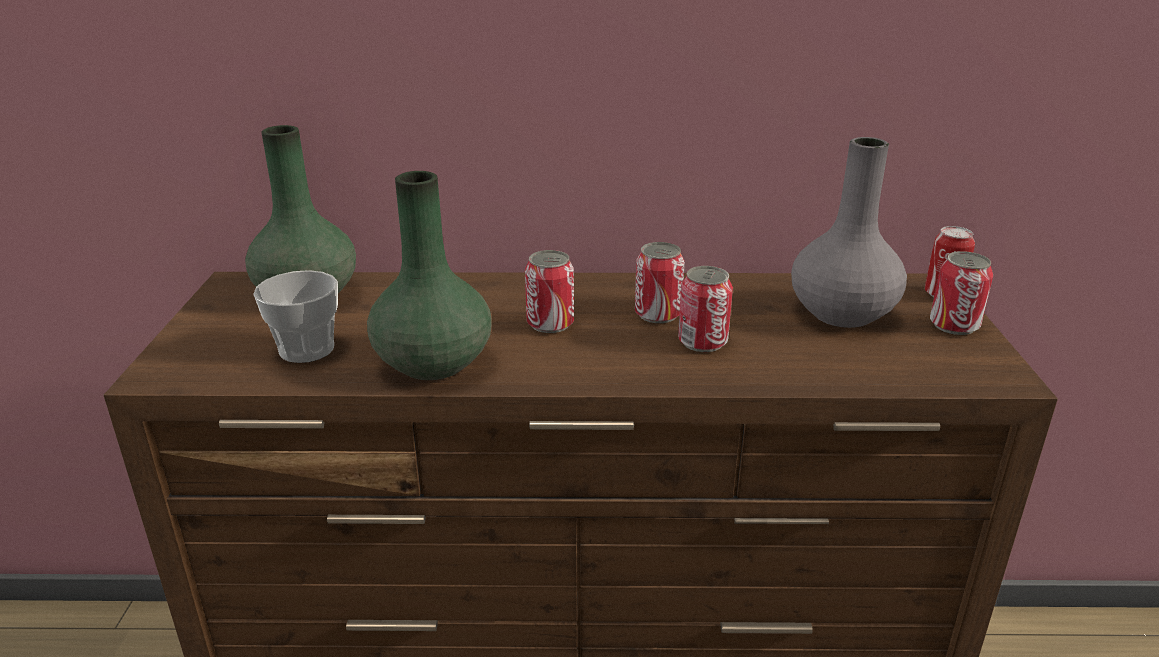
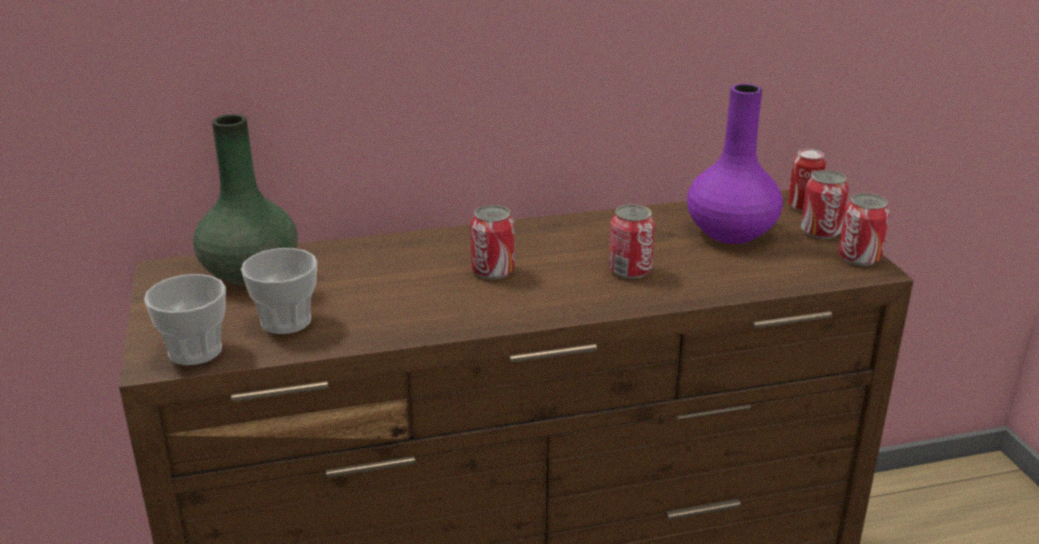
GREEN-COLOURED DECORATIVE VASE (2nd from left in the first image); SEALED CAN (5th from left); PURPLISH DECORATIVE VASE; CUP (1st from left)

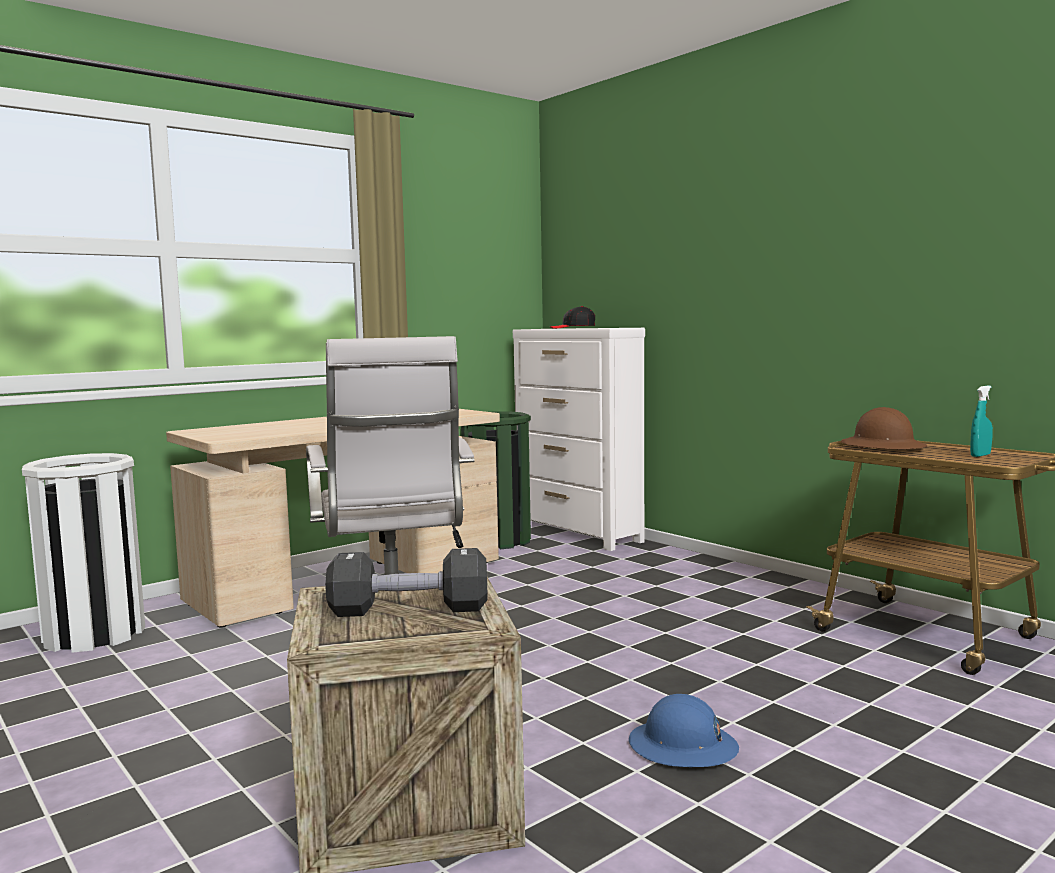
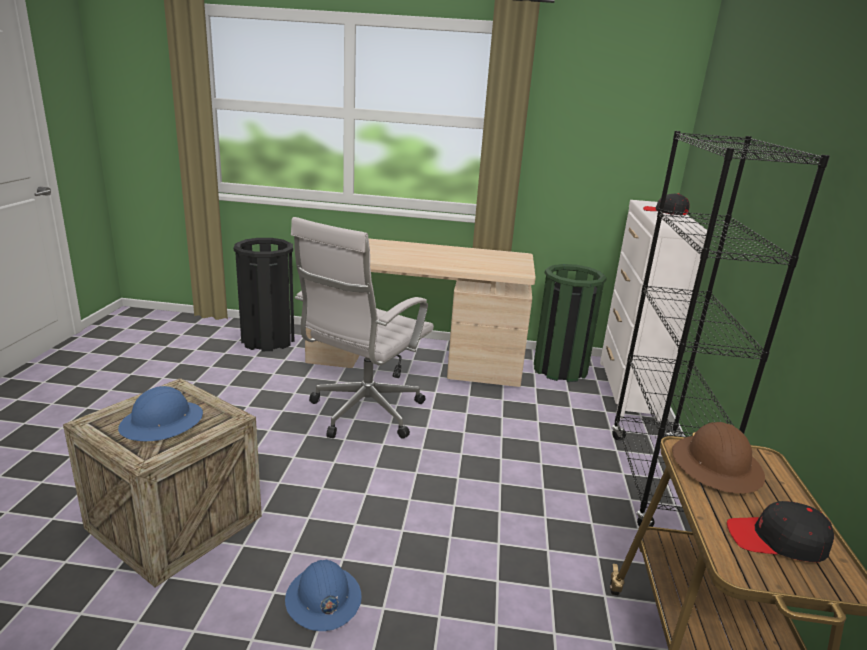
BLACKISH RUBBISH BIN; BLUE HARD HAT (1st from left); BLACKISH BASEBALL CAP (2nd from left); BLACKISH SHELVING UNIT

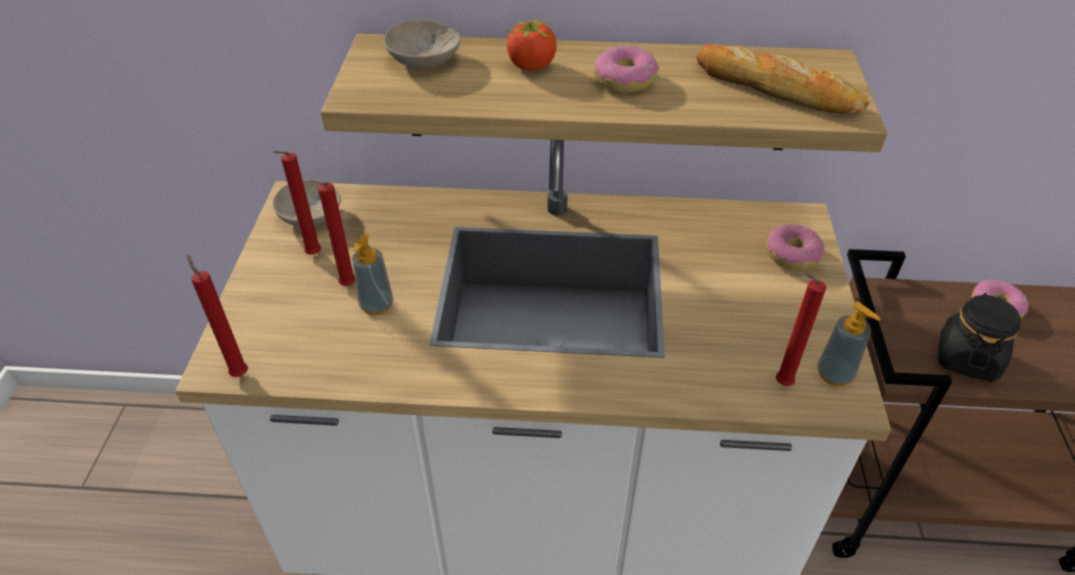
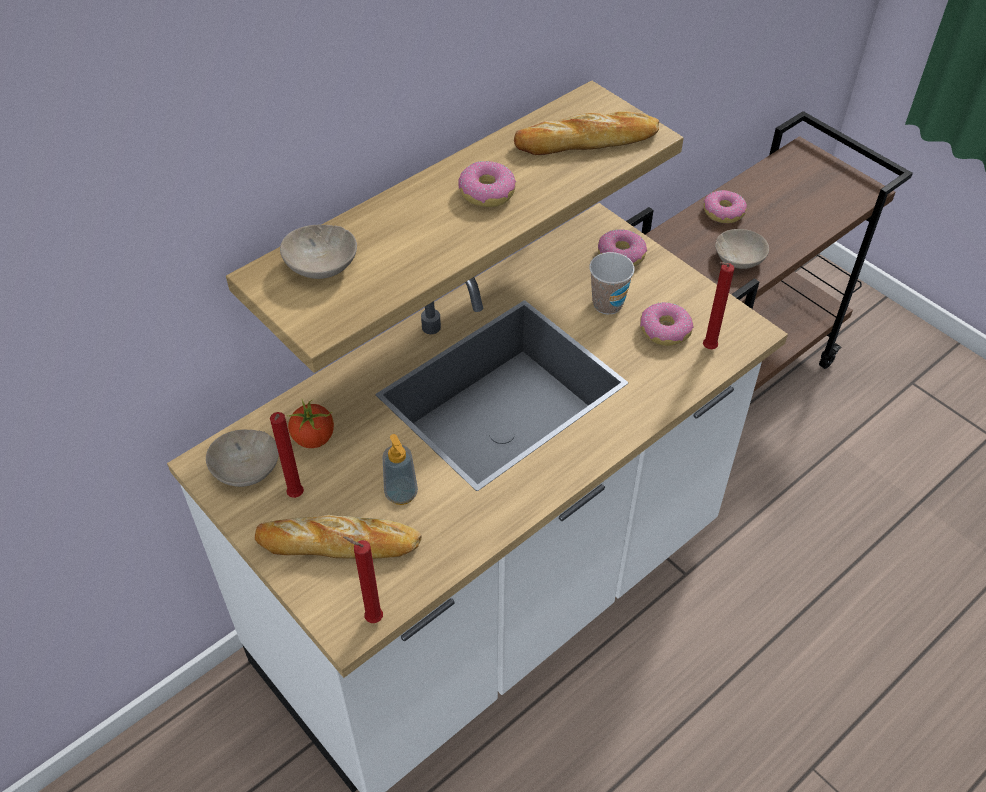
RED-COLOURED CANDLE (3rd from left in the first image); TOMATO; SOAP BOTTLE (2nd from left in the first image); SAND-COLOURED SERVING BOWL (3rd from left); BAKERY BREAD (1st from left); CUP; RING DOUGHNUT (3rd from left)

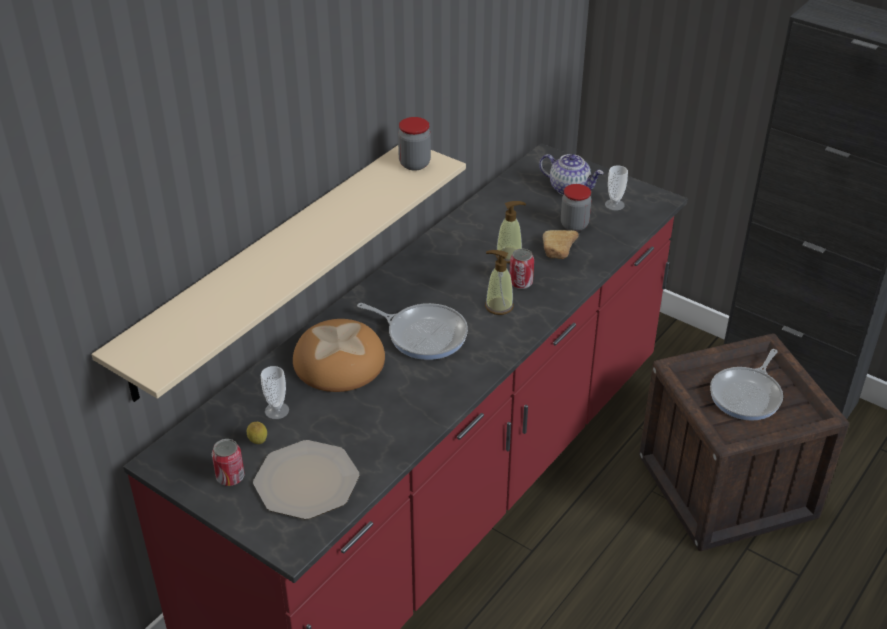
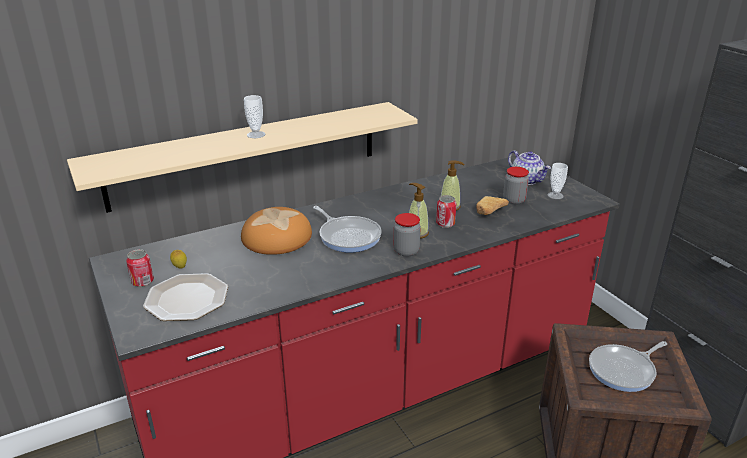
CUP (1st from left); STORAGE JAR (1st from left)

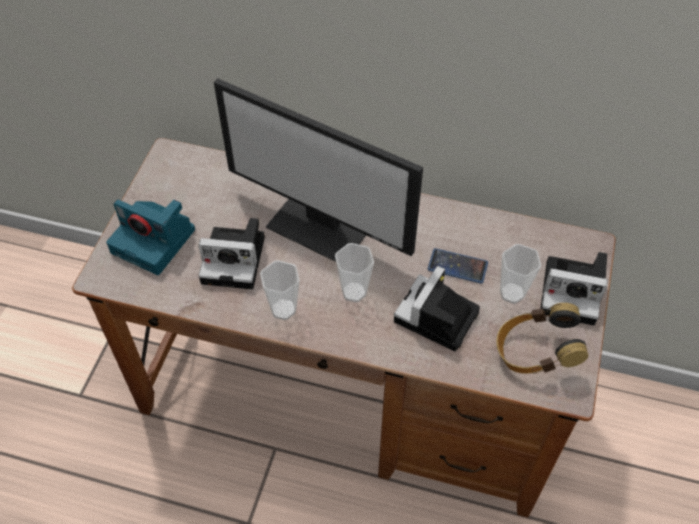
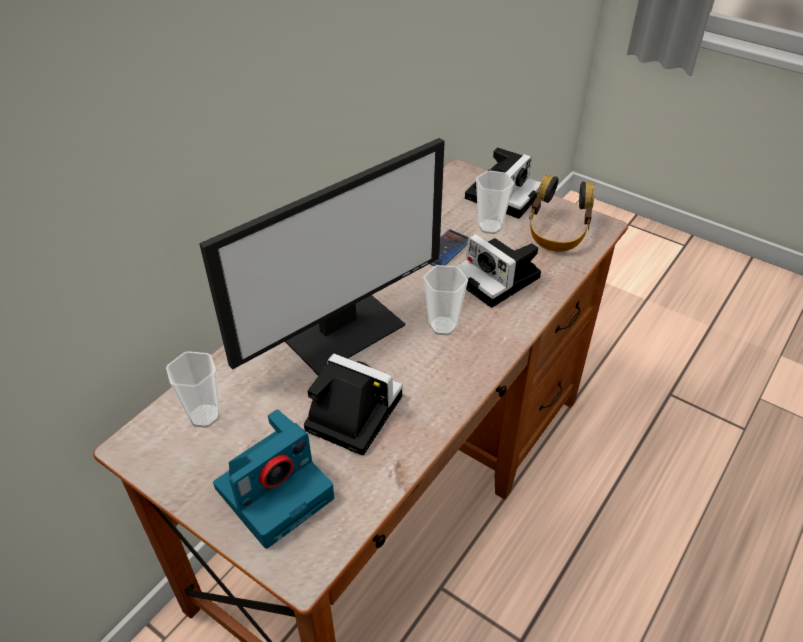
STILL CAMERA (2nd from left); CUP (1st from left)

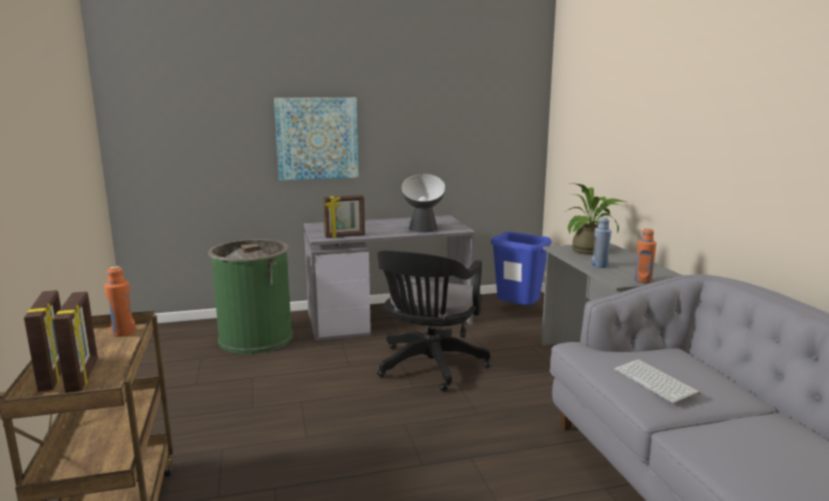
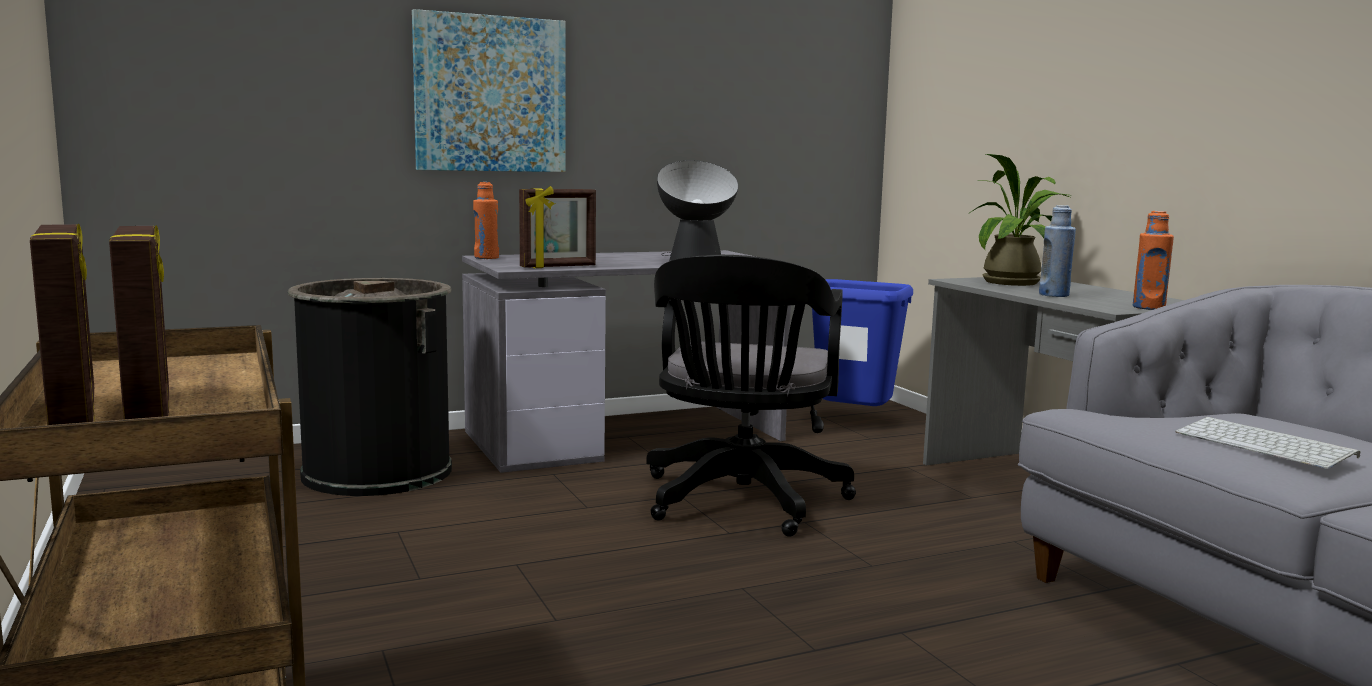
ORANGE-COLOURED BEVERAGE BOTTLE (1st from left); BLACKISH RUBBISH BIN

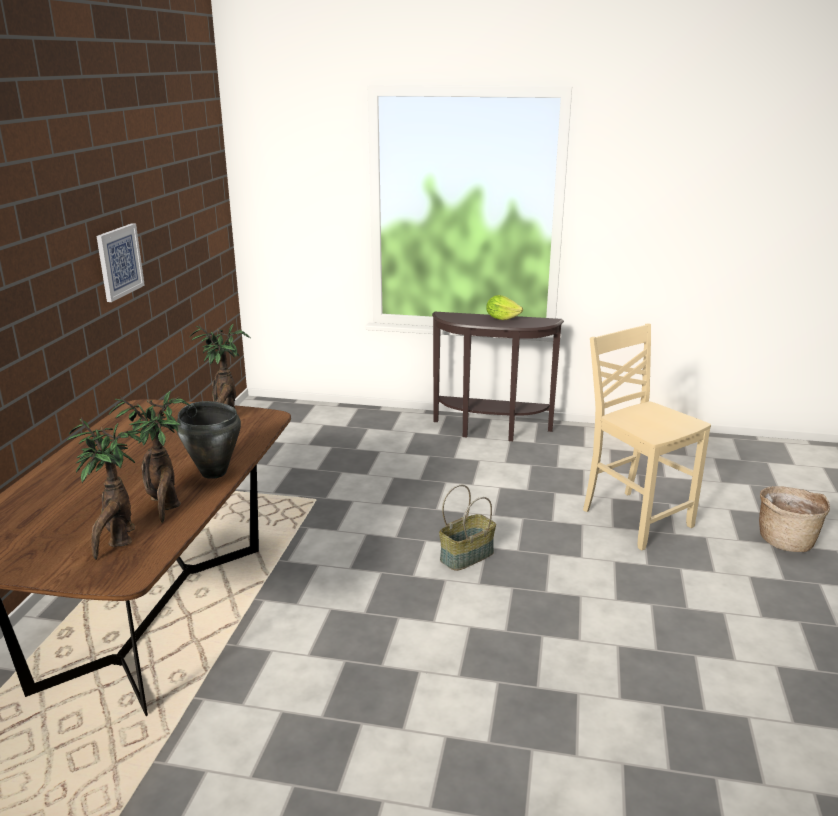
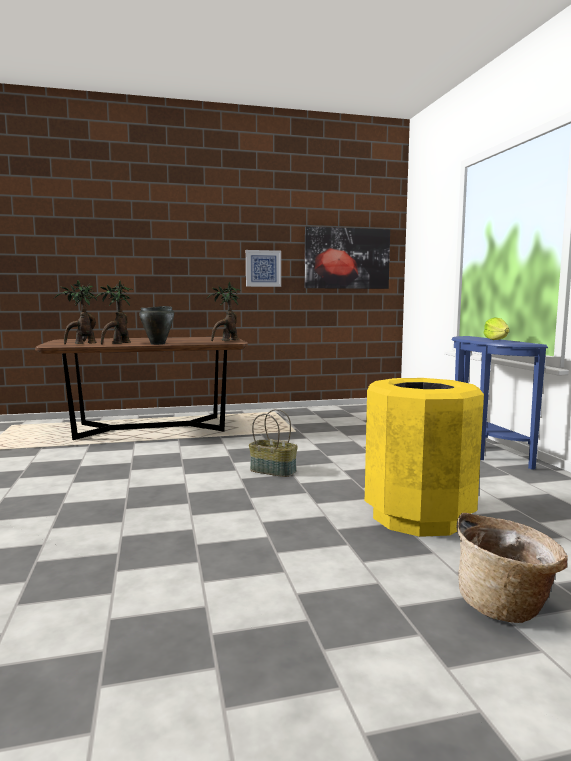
BLUE HALL TABLE; YELLOW-COLOURED RUBBISH BIN; WALL ART (2nd from left)

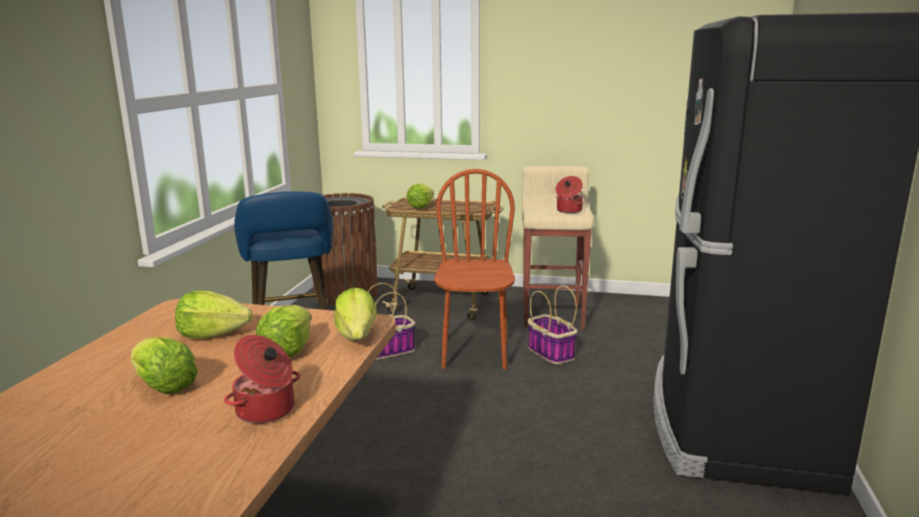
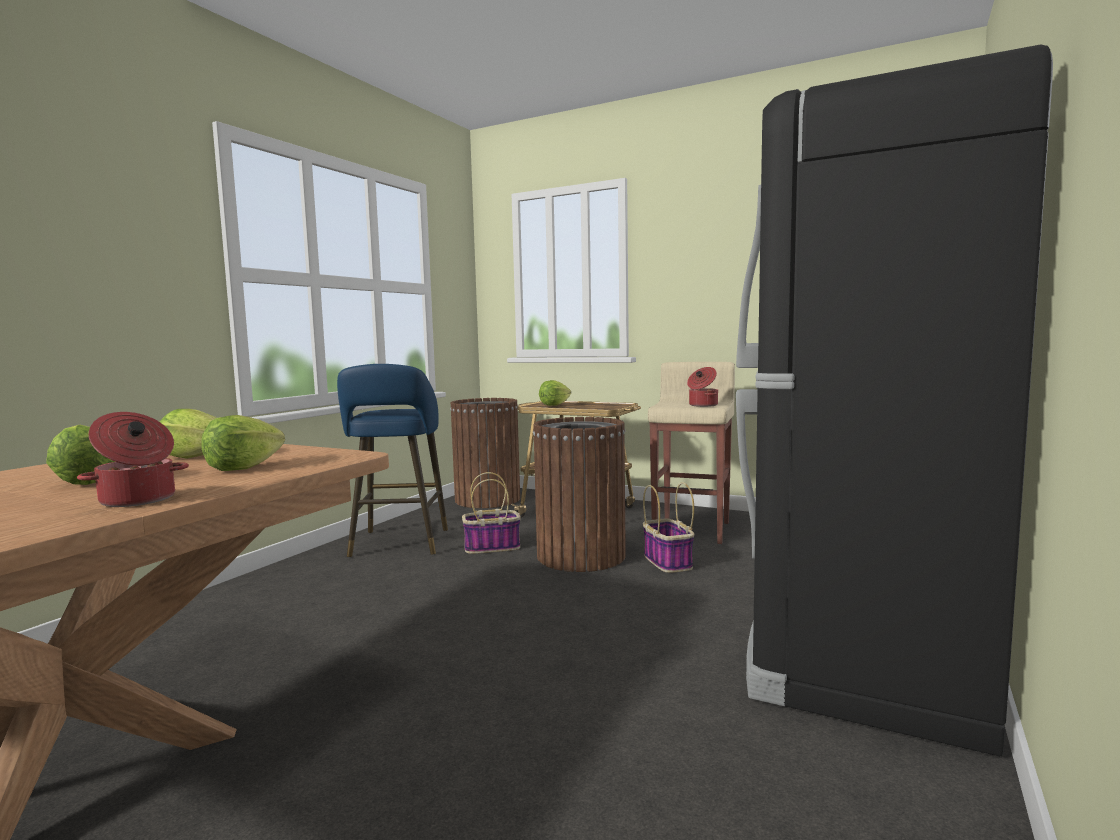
LETTUCE HEAD (4th from left in the first image); BROWNISH RUBBISH BIN (2nd from left)

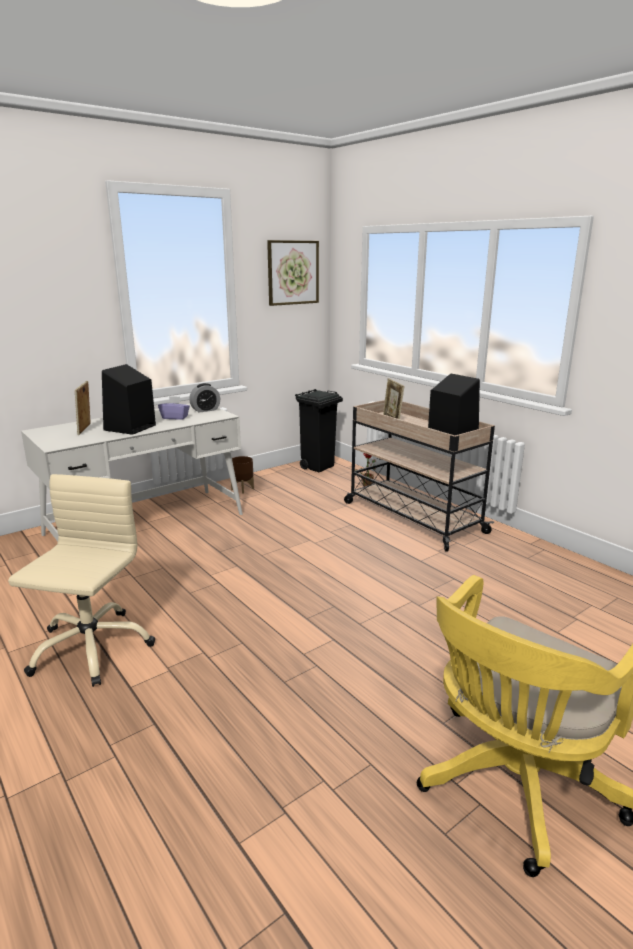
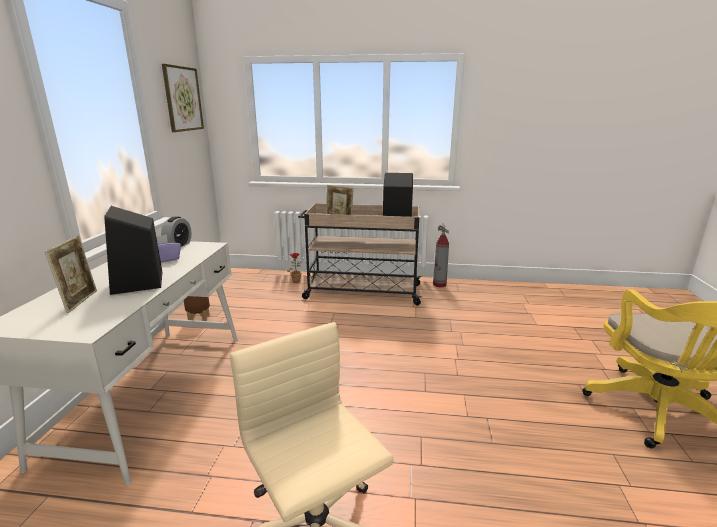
STANDING FRAME (1st from left); BLACKISH RUBBISH BIN; FIRE EXTINGUISHER

